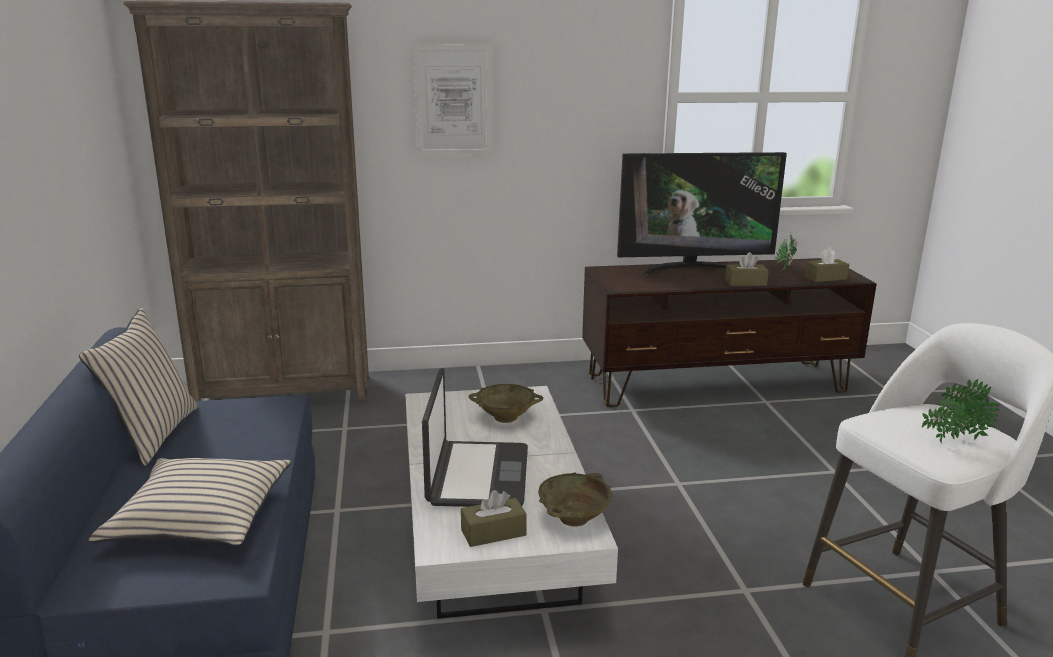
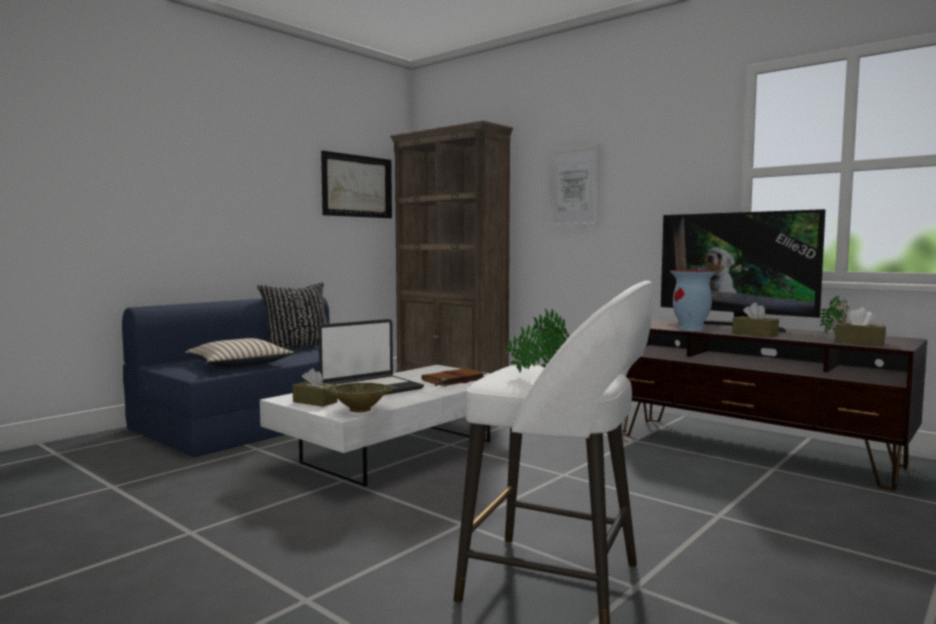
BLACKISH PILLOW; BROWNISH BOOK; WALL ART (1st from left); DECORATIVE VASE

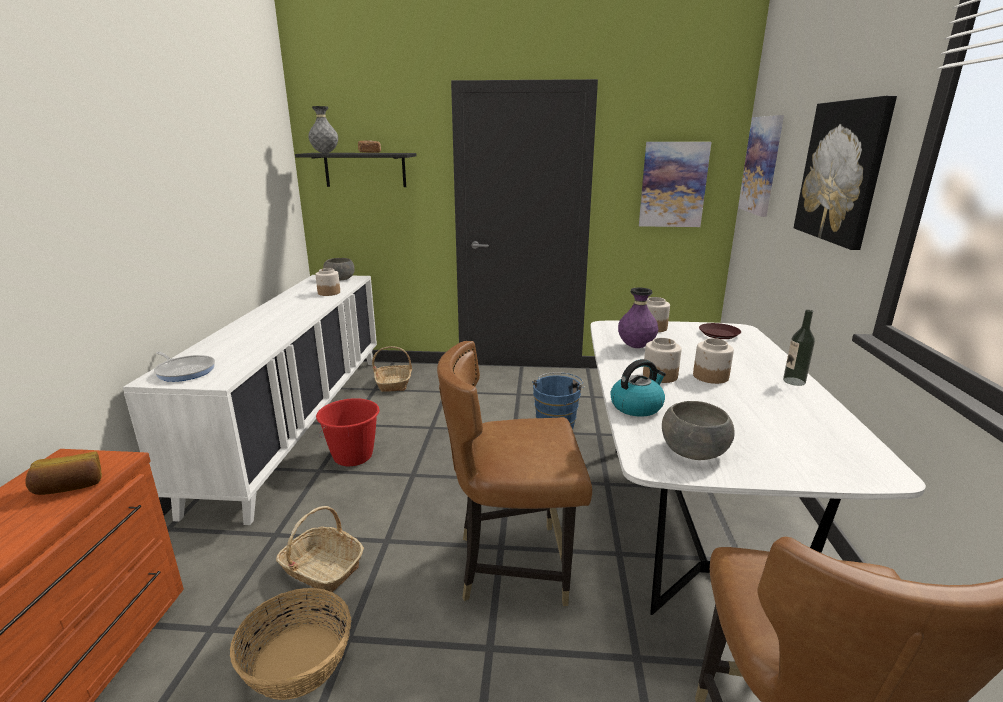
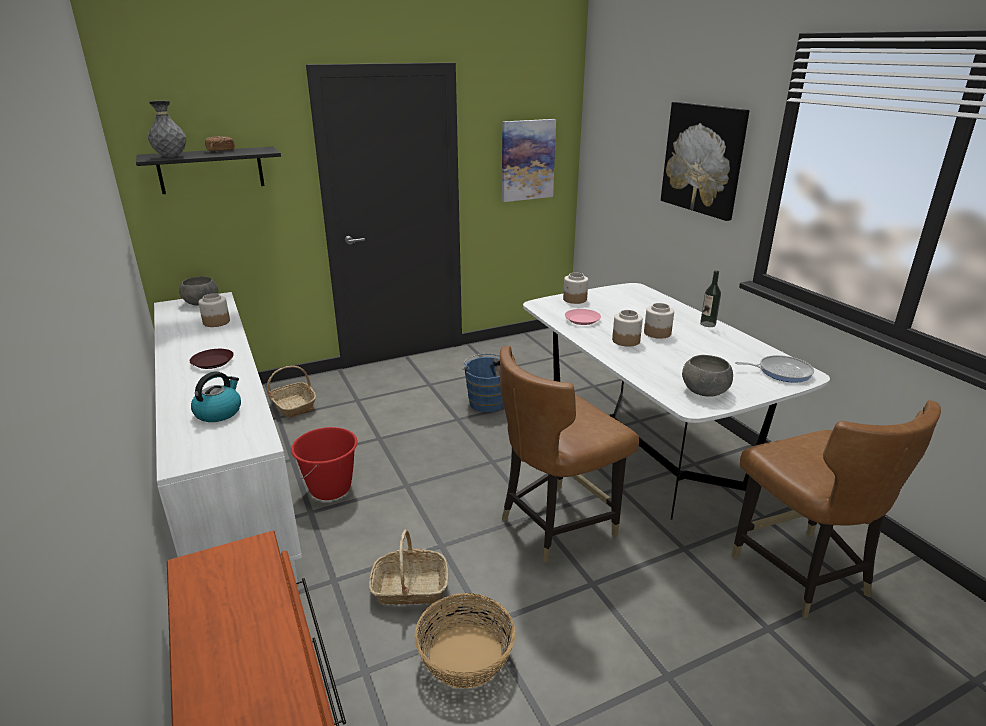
BAKERY BREAD (1st from left in the first image); SKILLET; TEA KETTLE; PINKISH DINNER PLATE; BROWNISH DINNER PLATE; WALL ART (2nd from left in the first image)

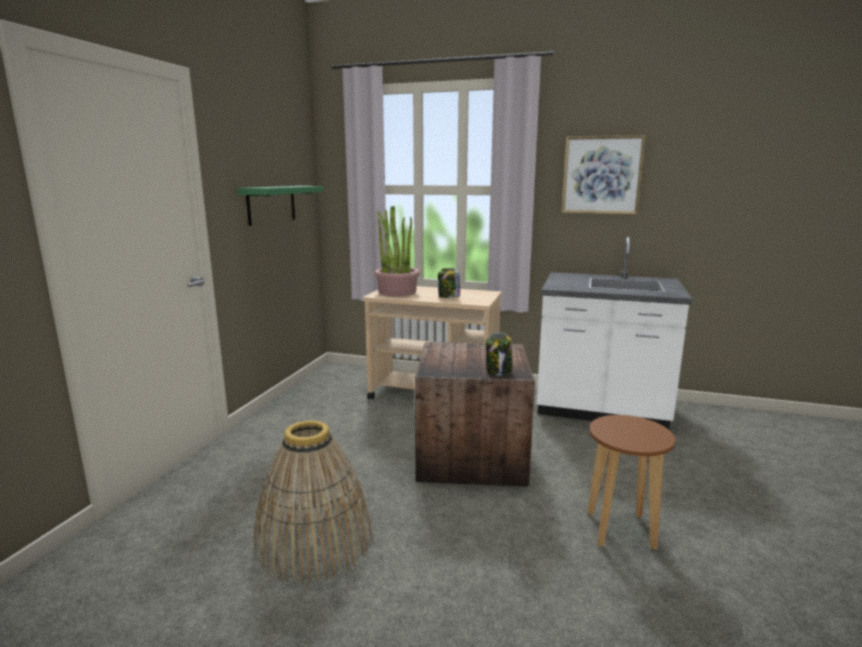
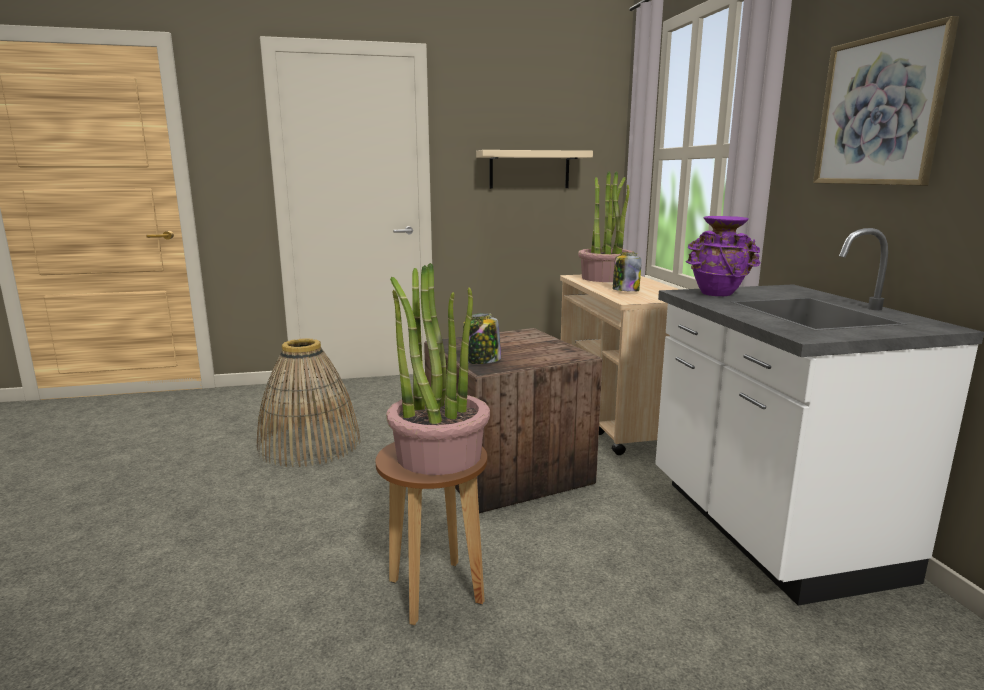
SAND-COLOURED WALL SHELF; POTTED PLANT (1st from left); PURPLISH DECORATIVE VASE

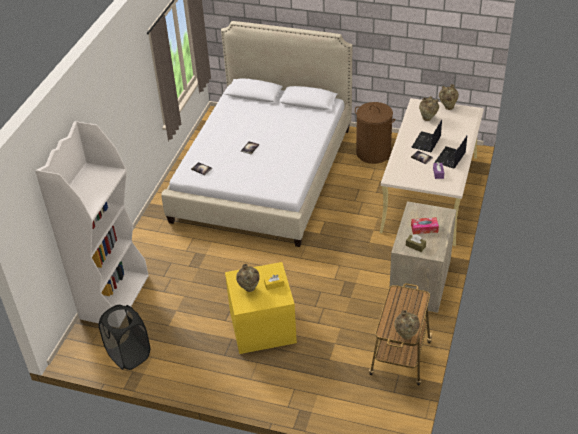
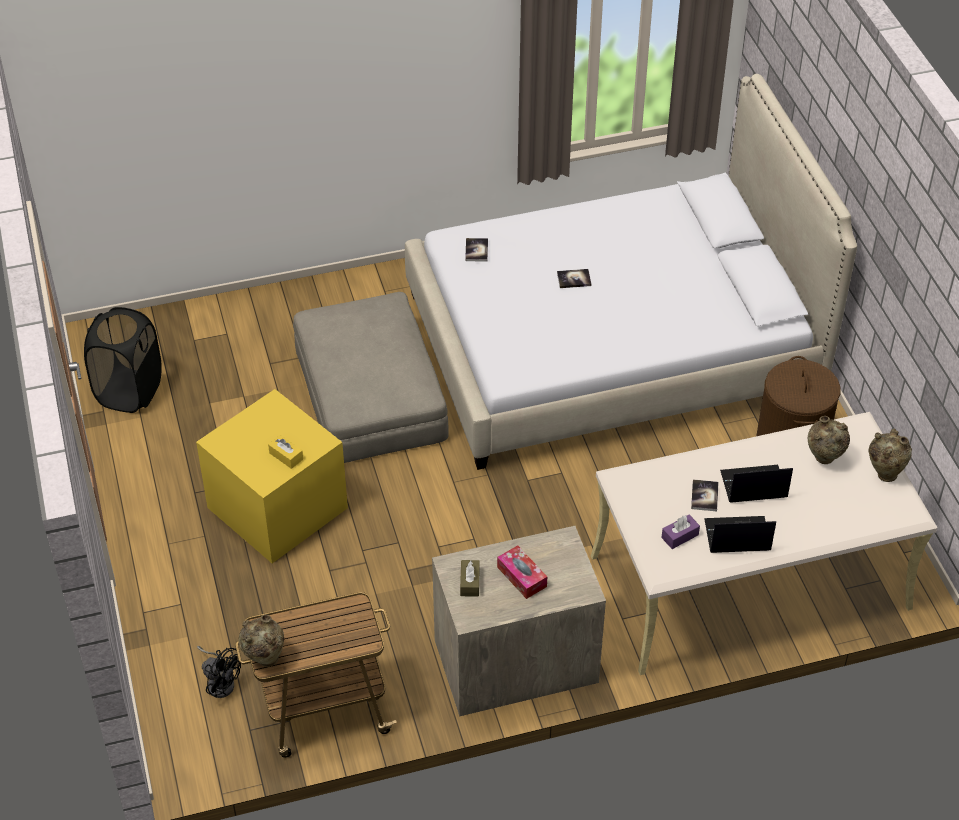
WHITE-COLOURED SHELVING UNIT; SAND-COLOURED DECORATIVE VASE (1st from left in the first image); BLACKISH ELECTRIC FAN; SAND-COLOURED OTTOMAN

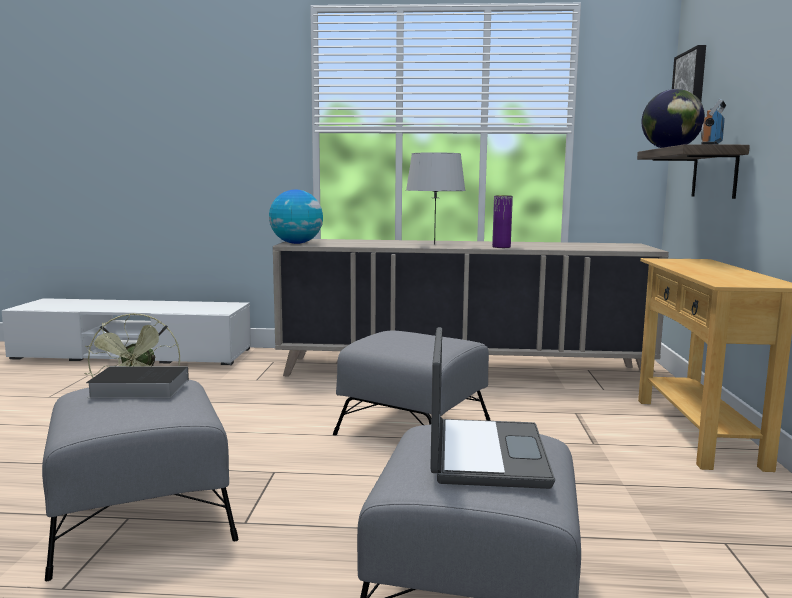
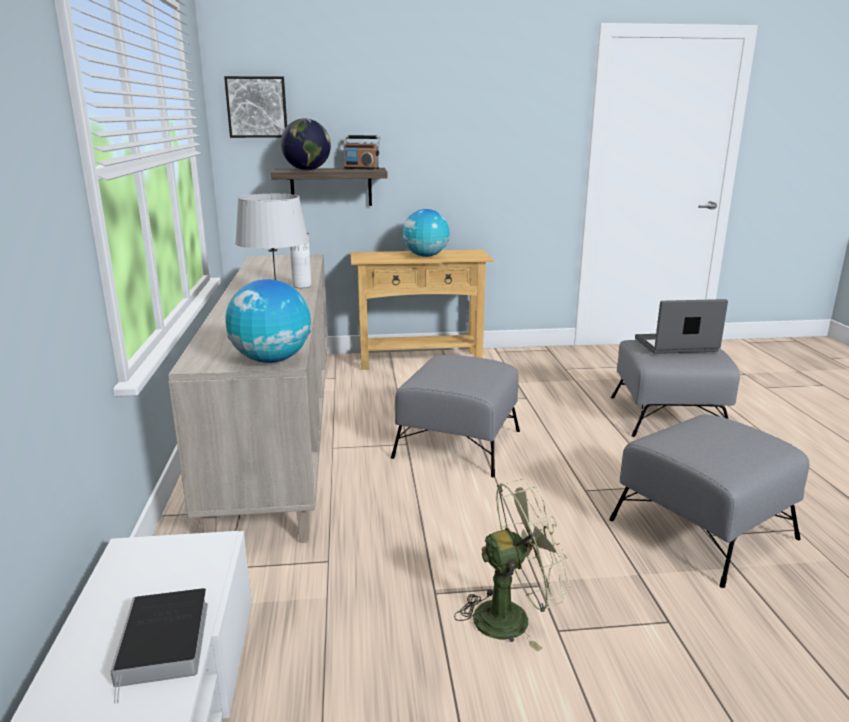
BOOK; WHITE-COLOURED DECORATIVE VASE; DESK GLOBE (3rd from left)

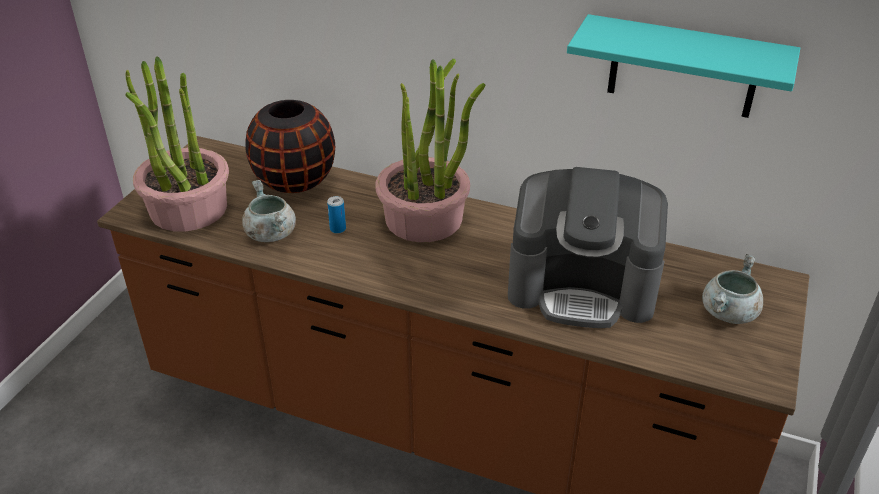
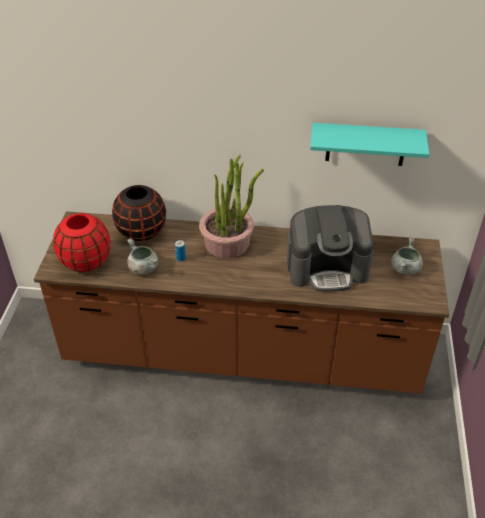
RED-COLOURED DECORATIVE VASE

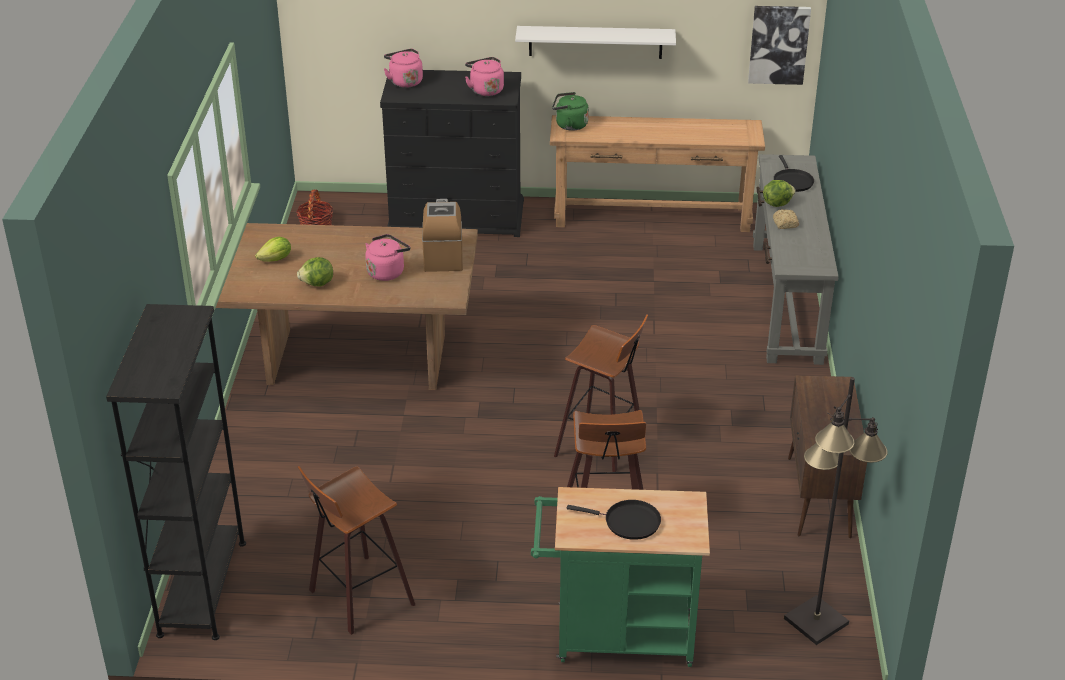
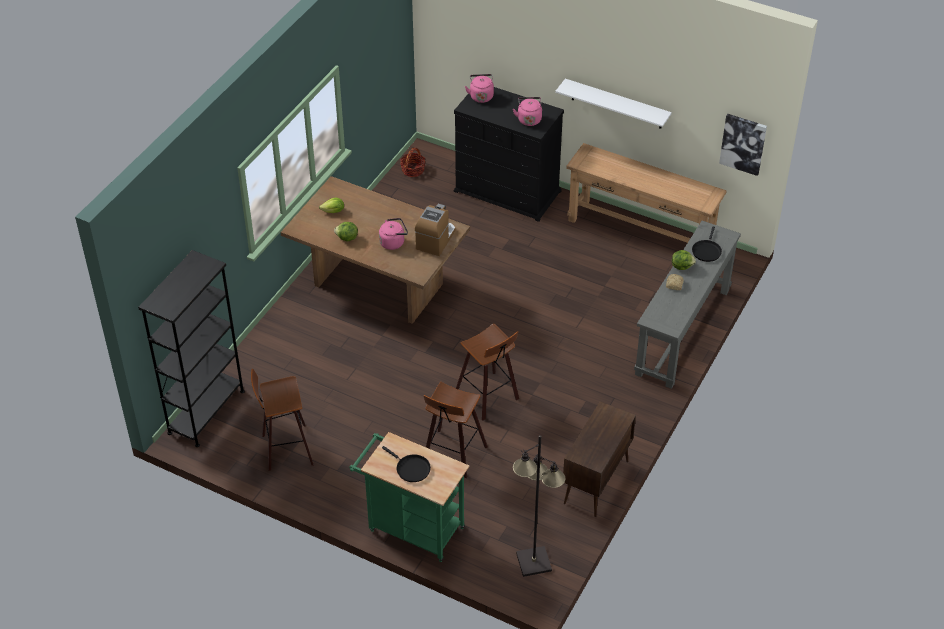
GREEN-COLOURED TEA KETTLE

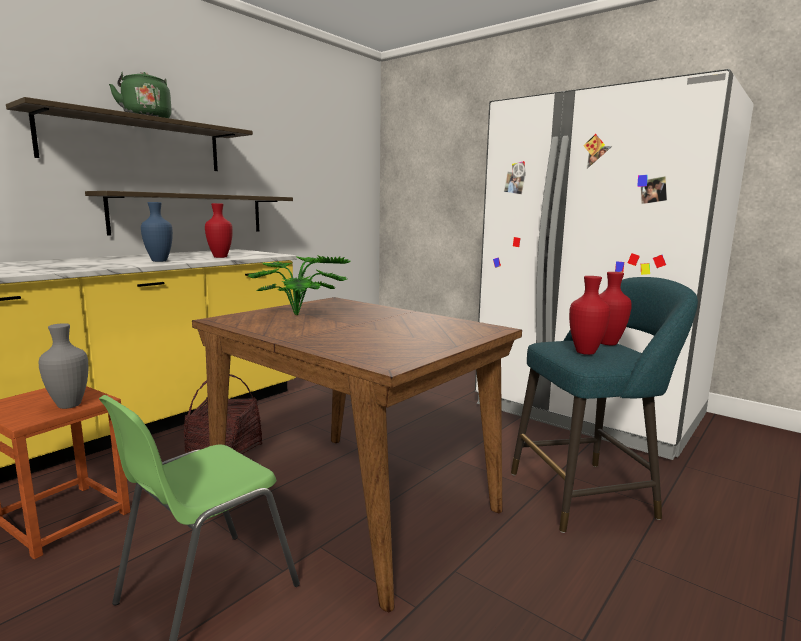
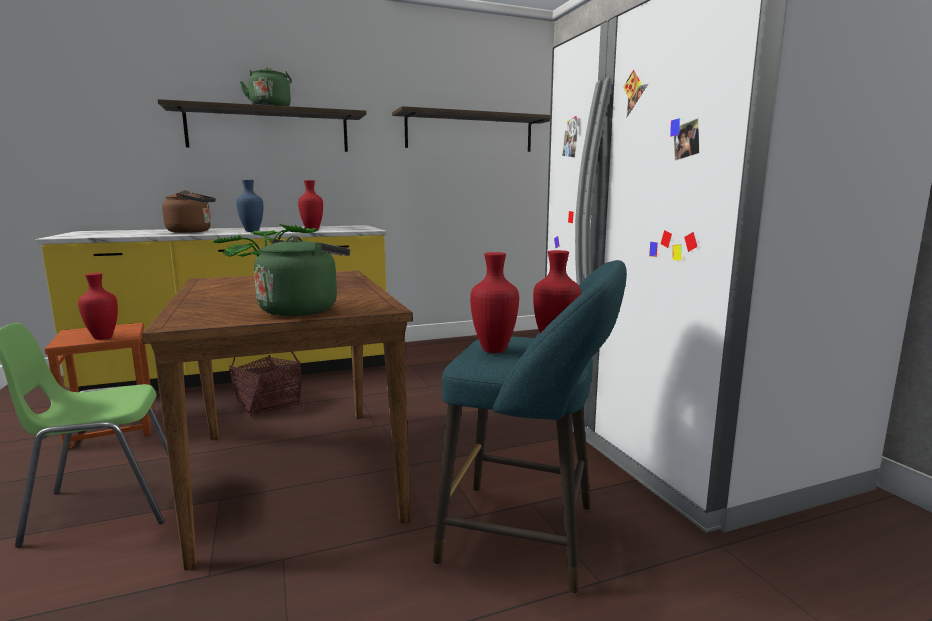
RED-COLOURED DECORATIVE VASE (1st from left); WALL SHELF (2nd from left); BROWNISH TEA KETTLE; GREEN-COLOURED TEA KETTLE (2nd from left)

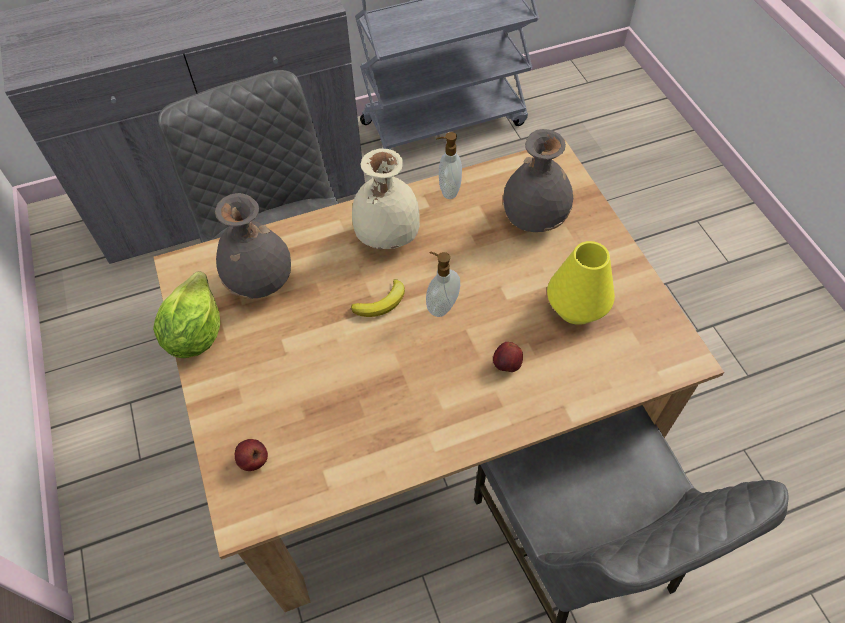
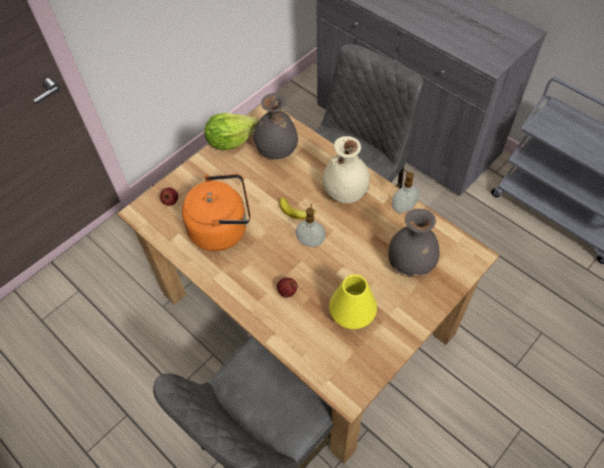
ORANGE-COLOURED TEA KETTLE

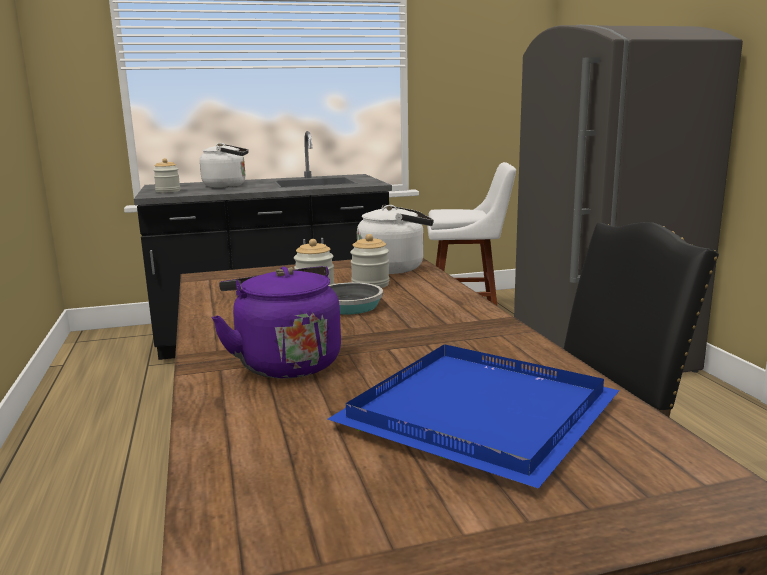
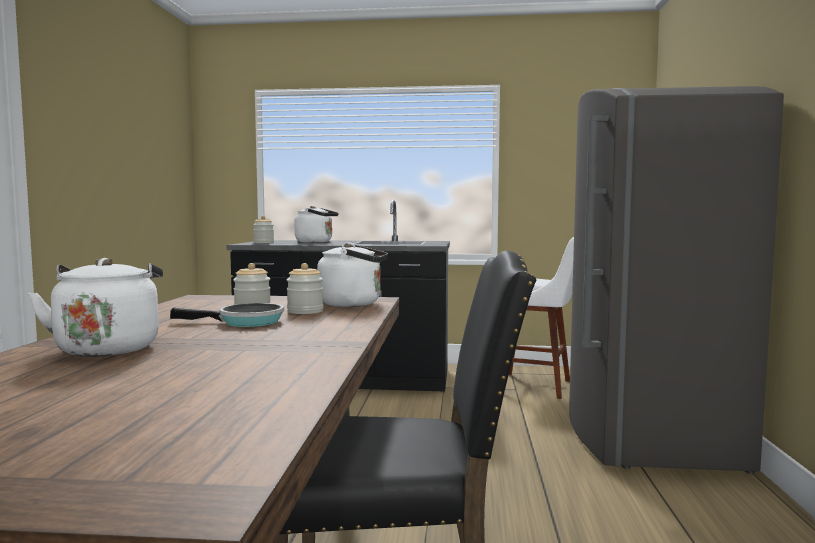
WHITE-COLOURED TEA KETTLE (1st from left); BLUE SERVING TRAY

